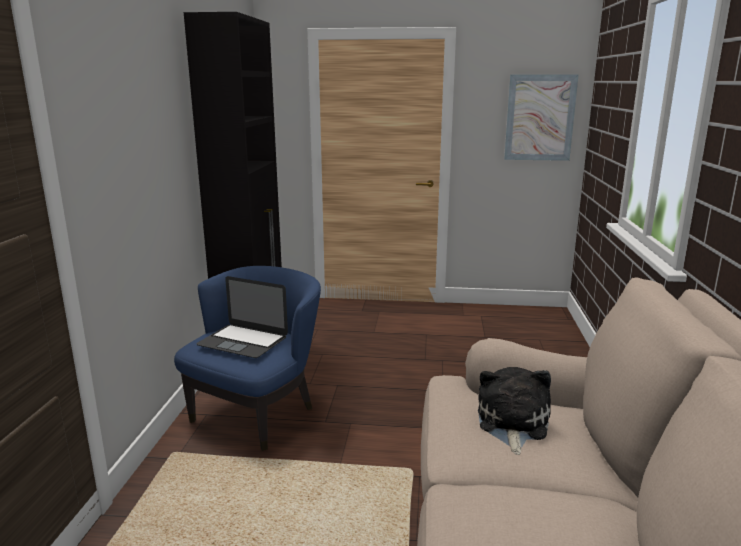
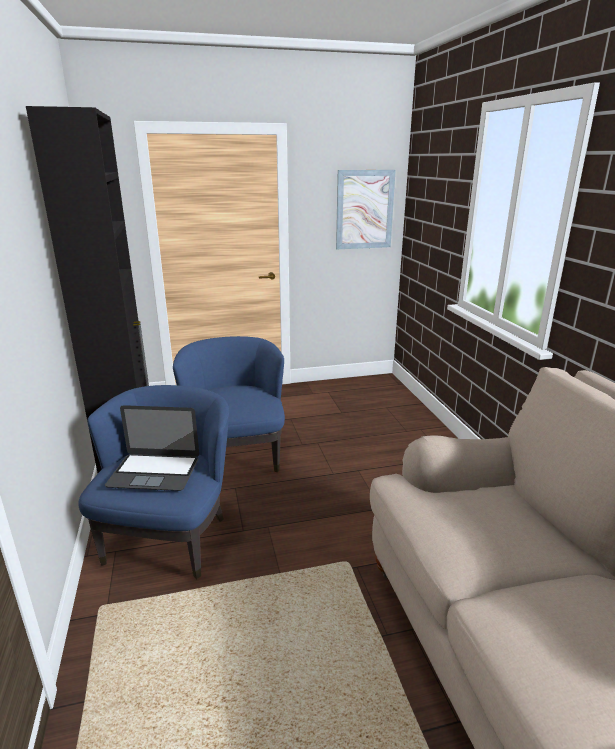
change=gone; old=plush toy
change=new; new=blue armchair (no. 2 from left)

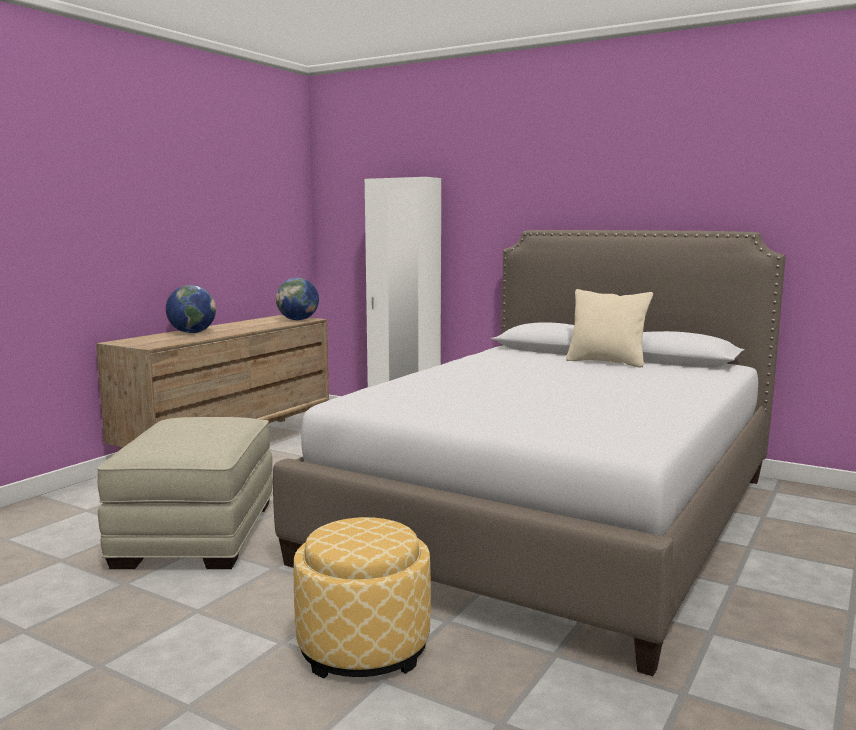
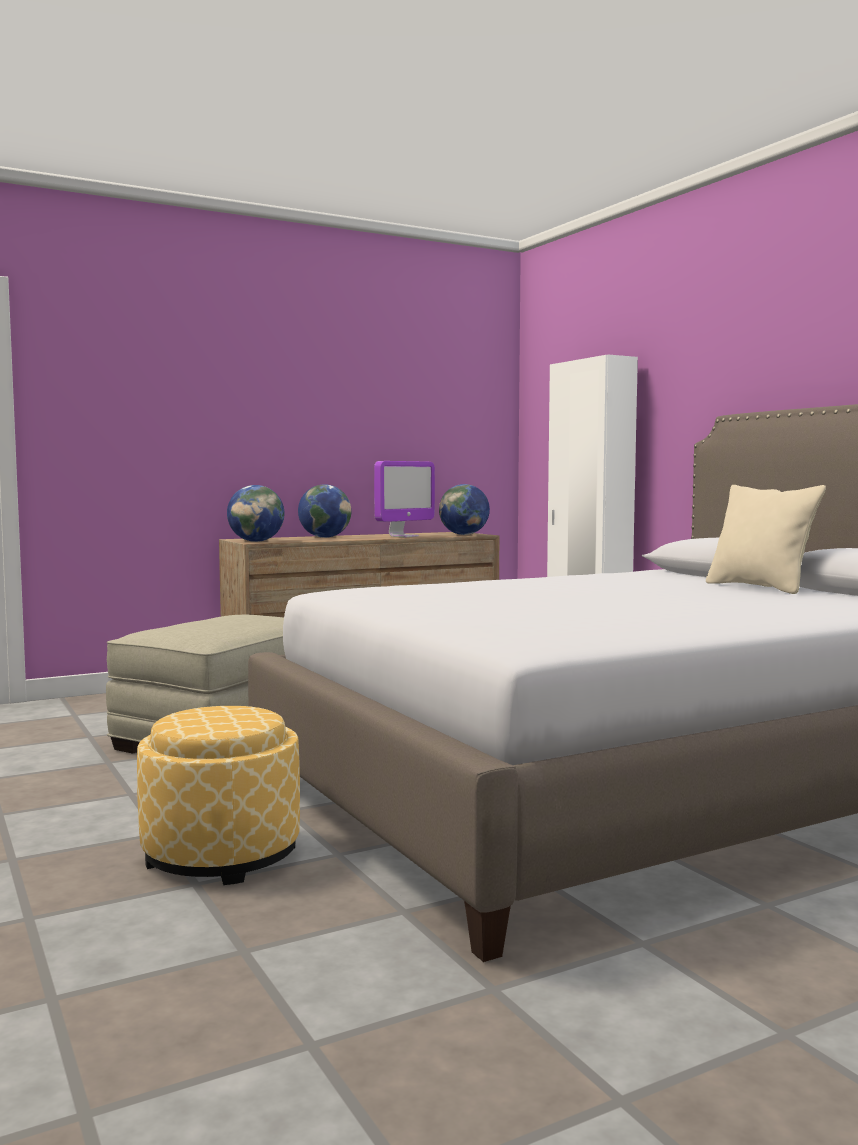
change=new; new=globe (no. 1 from left)
change=new; new=monitor

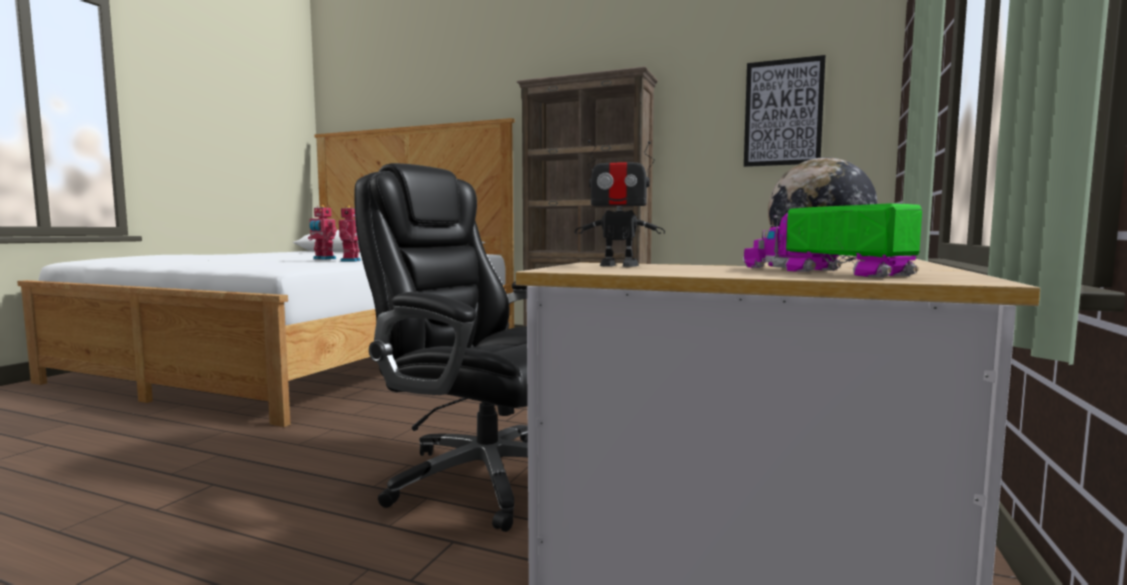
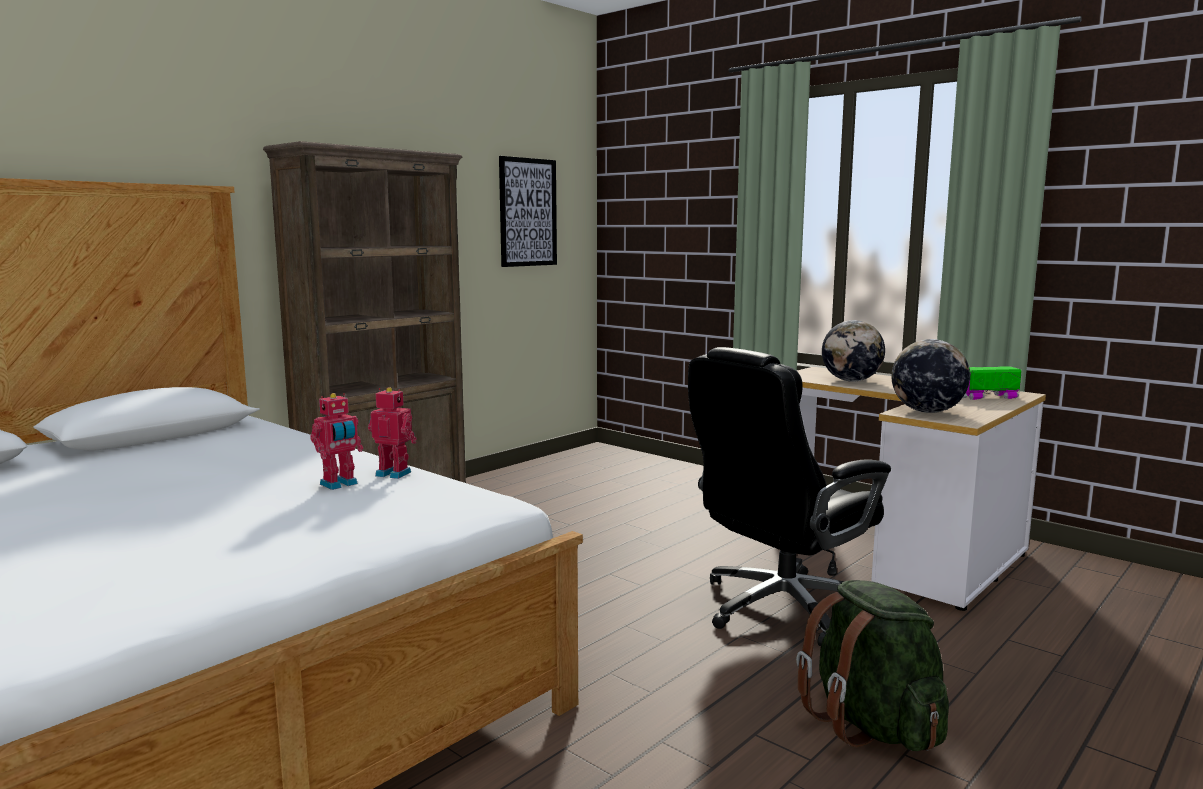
change=swapped; old=toy robot (no. 3 from left); new=globe (no. 2 from left)
change=new; new=green backpack

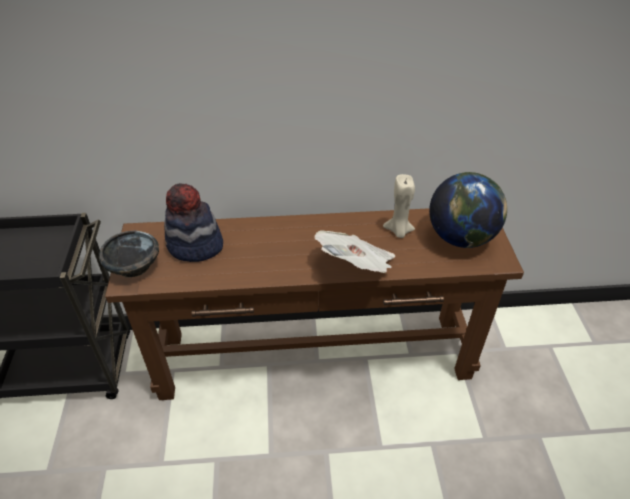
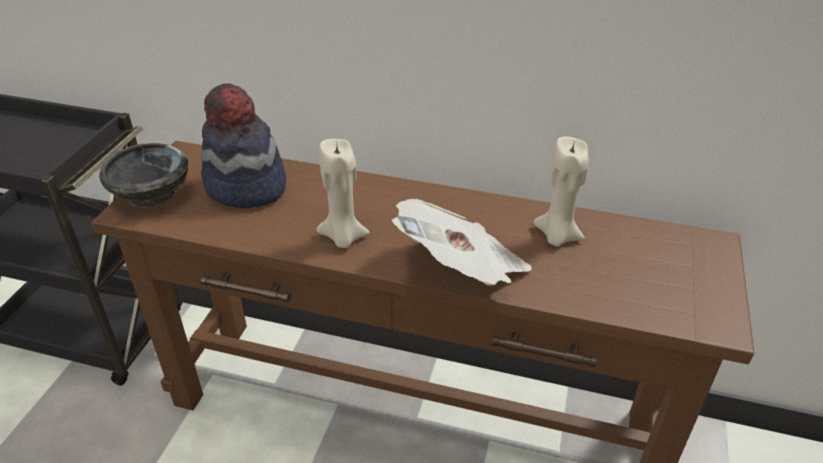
change=gone; old=globe
change=new; new=beige candle (no. 1 from left)

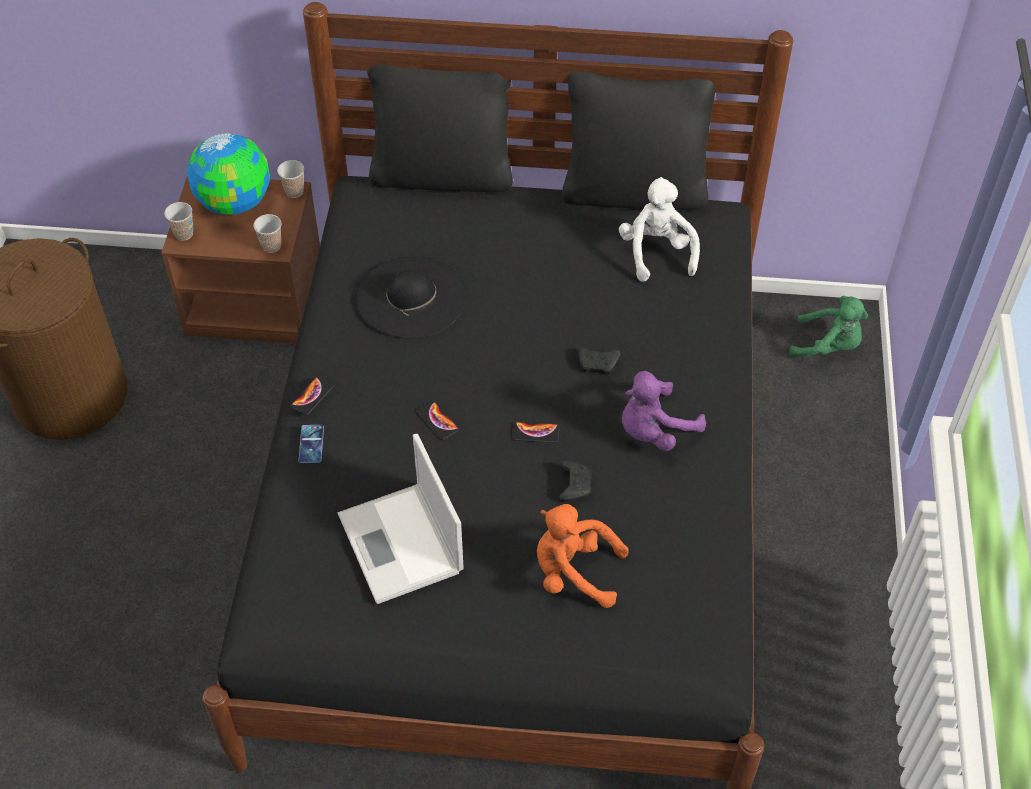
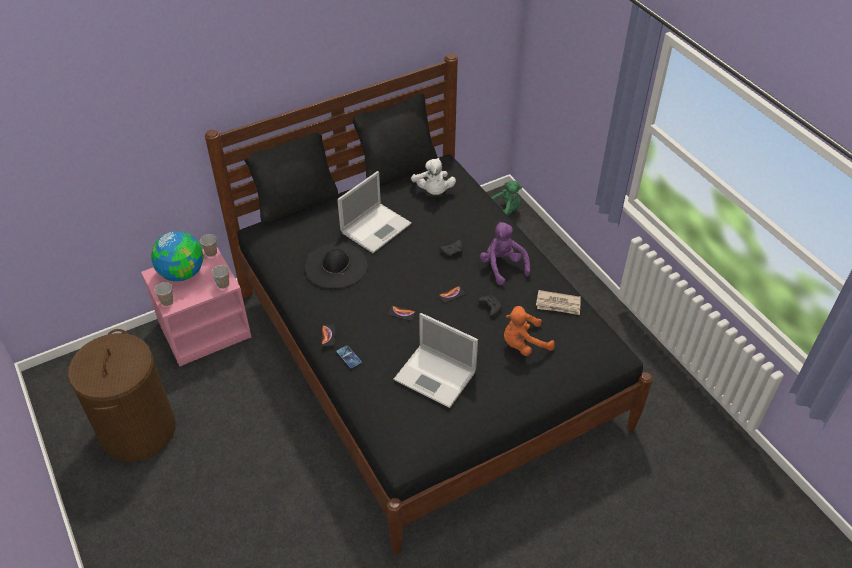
change=repainted; old=brown nightstand; new=pink nightstand
change=rotated; old=white plush toy; degrees=-150
change=rotated; old=purple plush toy; degrees=135
change=new; new=laptop (no. 1 from left)
change=new; new=newspaper

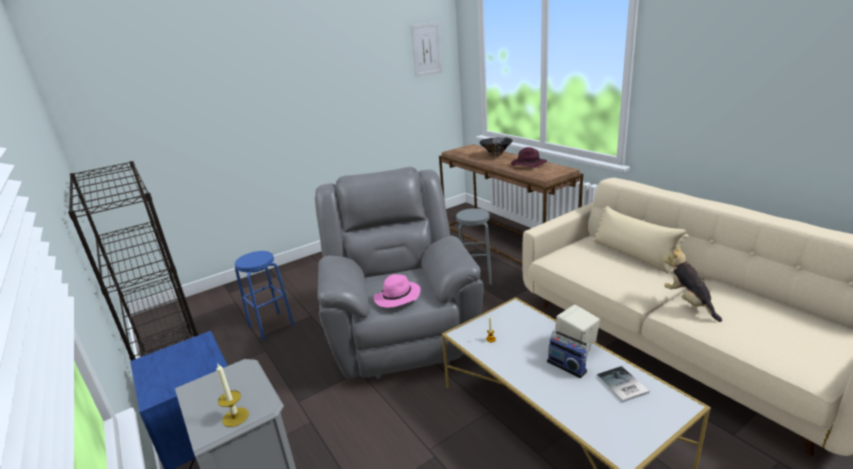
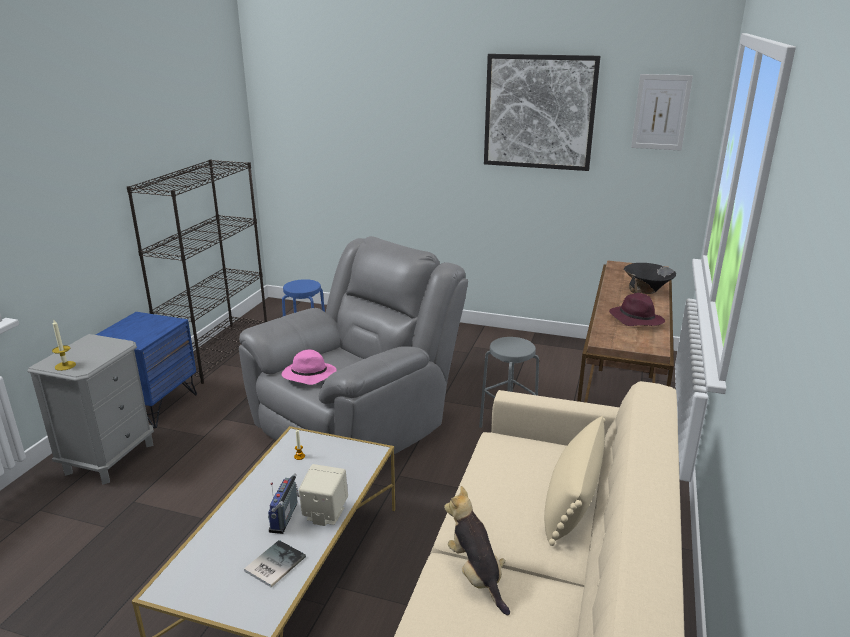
change=rotated; old=plush toy; degrees=-60
change=new; new=picture (no. 1 from left)

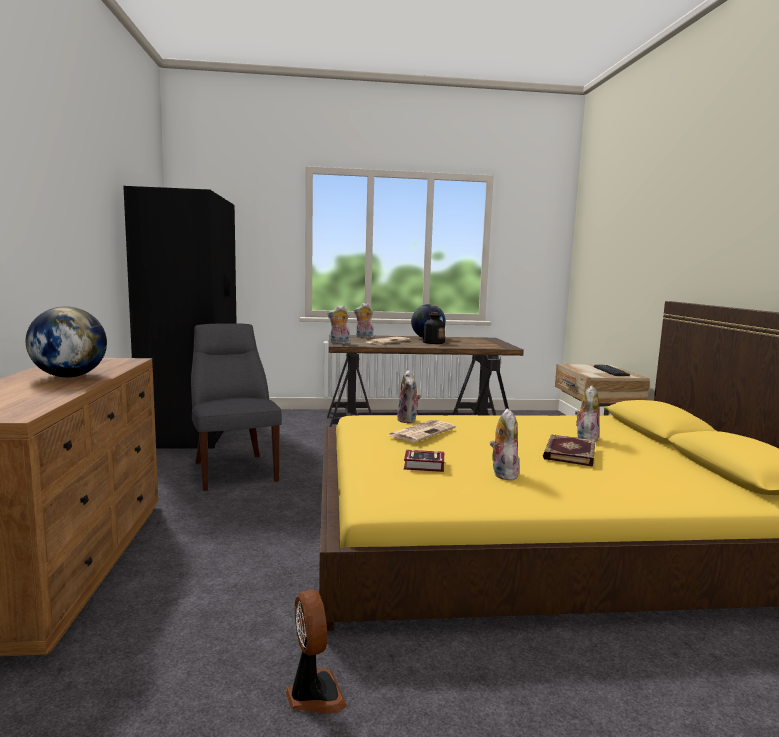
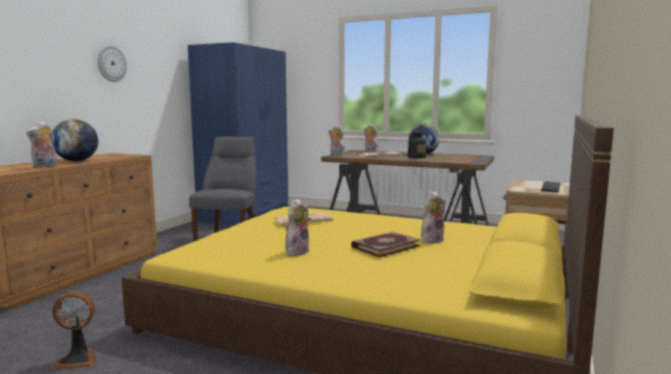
change=repainted; old=black wardrobe; new=blue wardrobe
change=rotated; old=fan; degrees=75
change=shifted; old=plush toy (no. 3 from left in the first image); new=plush toy (no. 1 from left)
change=gone; old=book (no. 1 from left)
change=new; new=wall clock

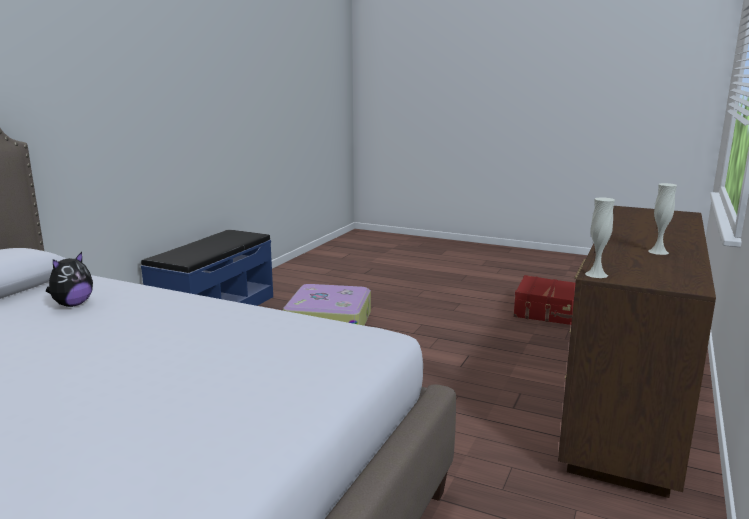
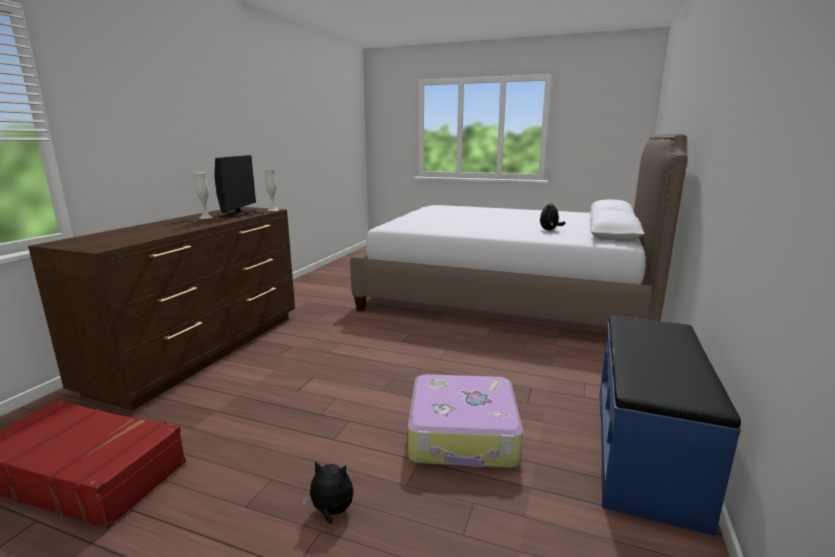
change=new; new=monitor
change=new; new=plush toy (no. 1 from left)

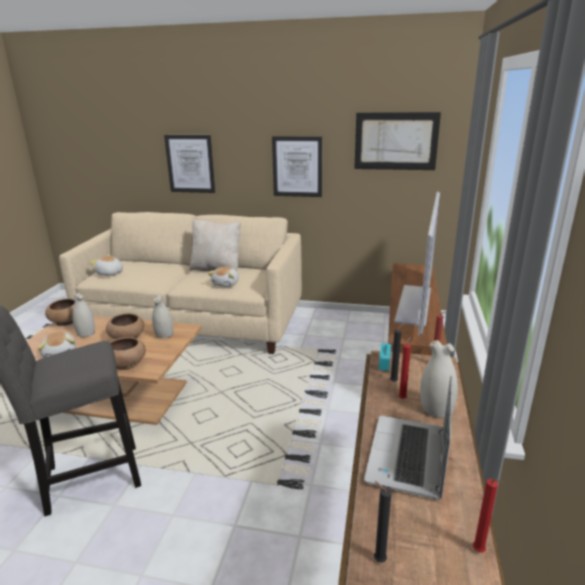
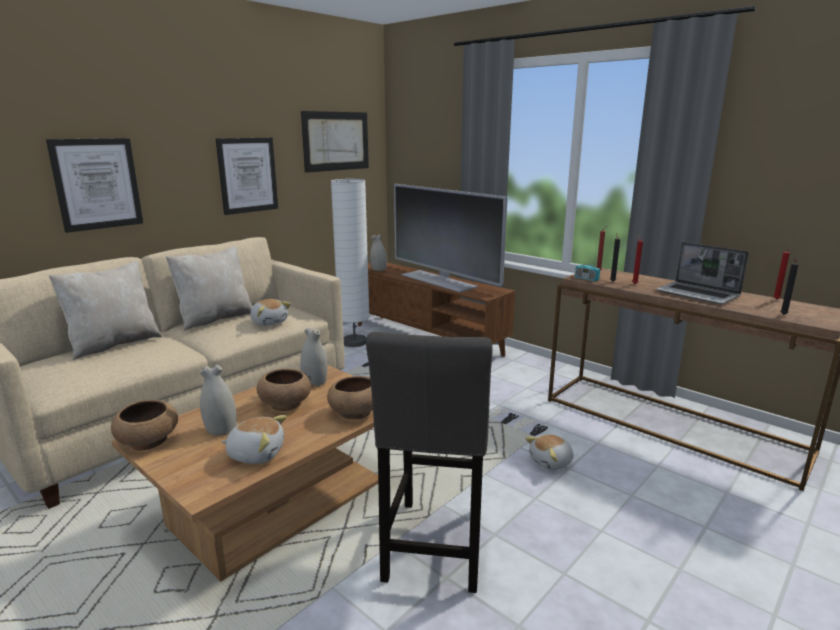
change=shifted; old=plush toy (no. 2 from left in the first image); new=plush toy (no. 3 from left)
change=shifted; old=white vase (no. 3 from left)
change=new; new=beige pillow (no. 1 from left)
change=new; new=white floor lamp

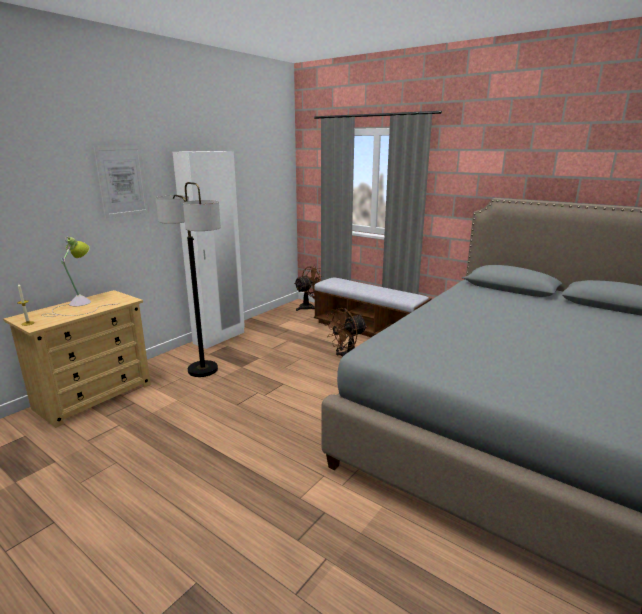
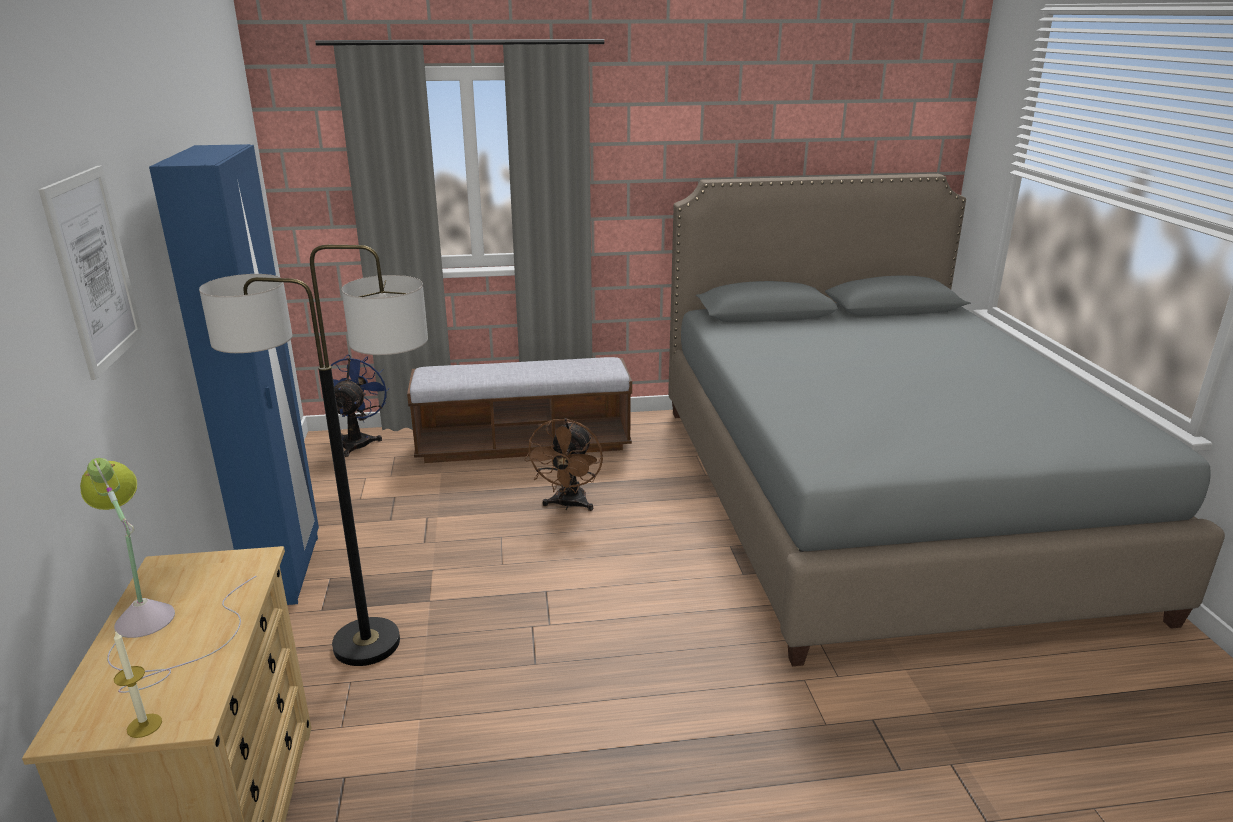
change=repainted; old=white wardrobe; new=blue wardrobe
change=repainted; old=brown fan (no. 1 from left); new=blue fan

